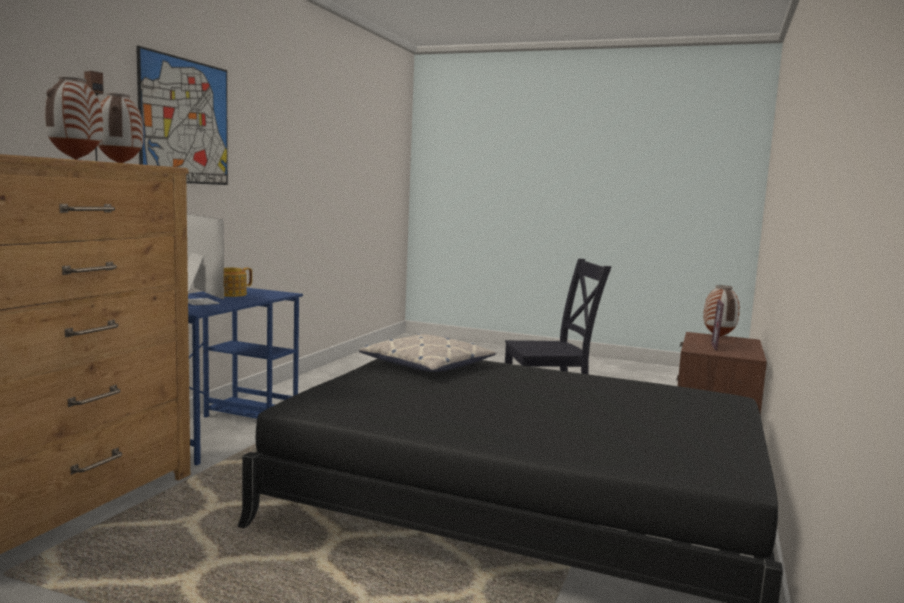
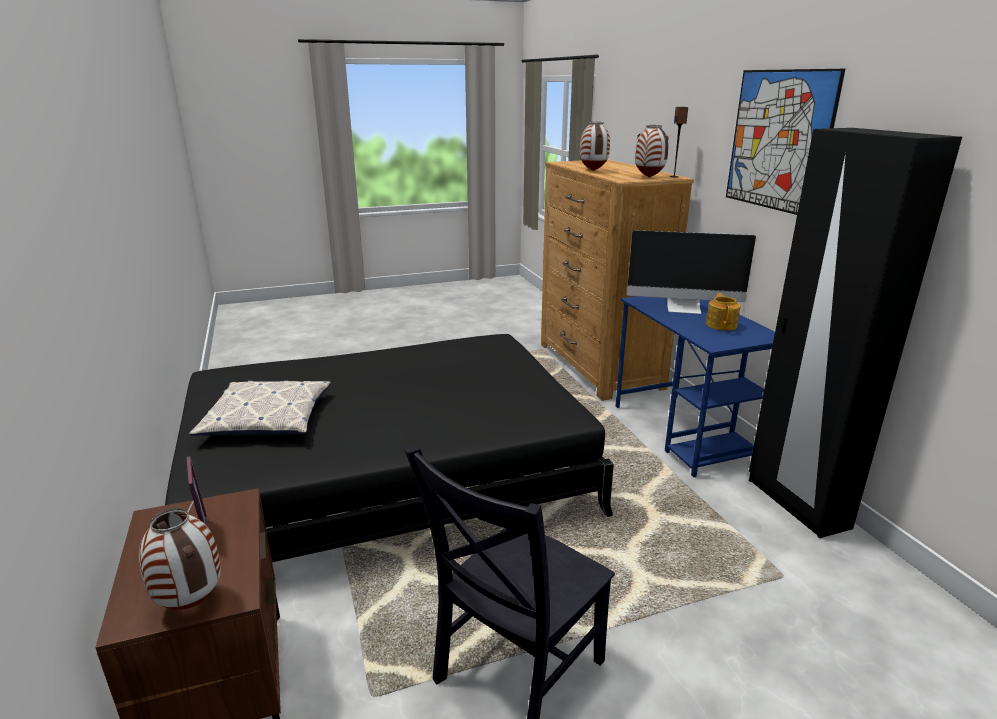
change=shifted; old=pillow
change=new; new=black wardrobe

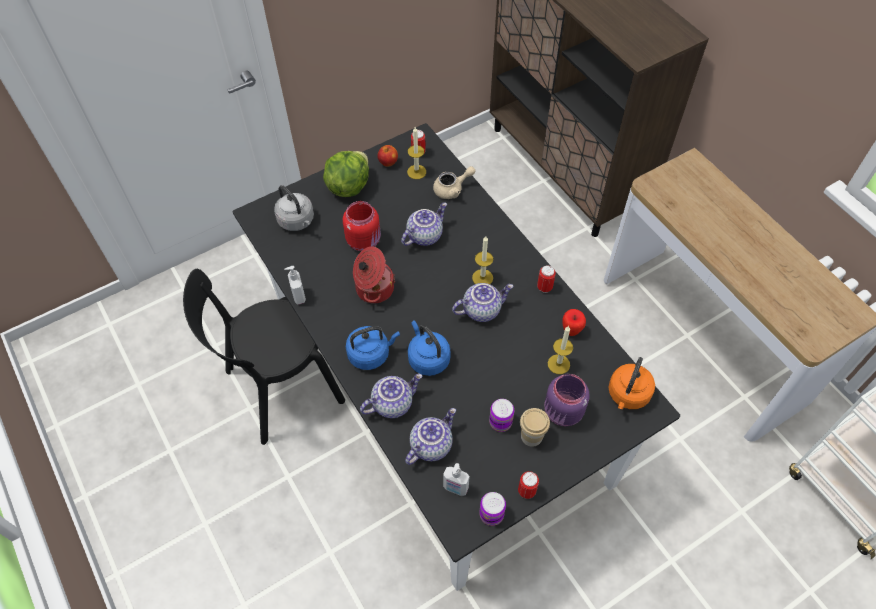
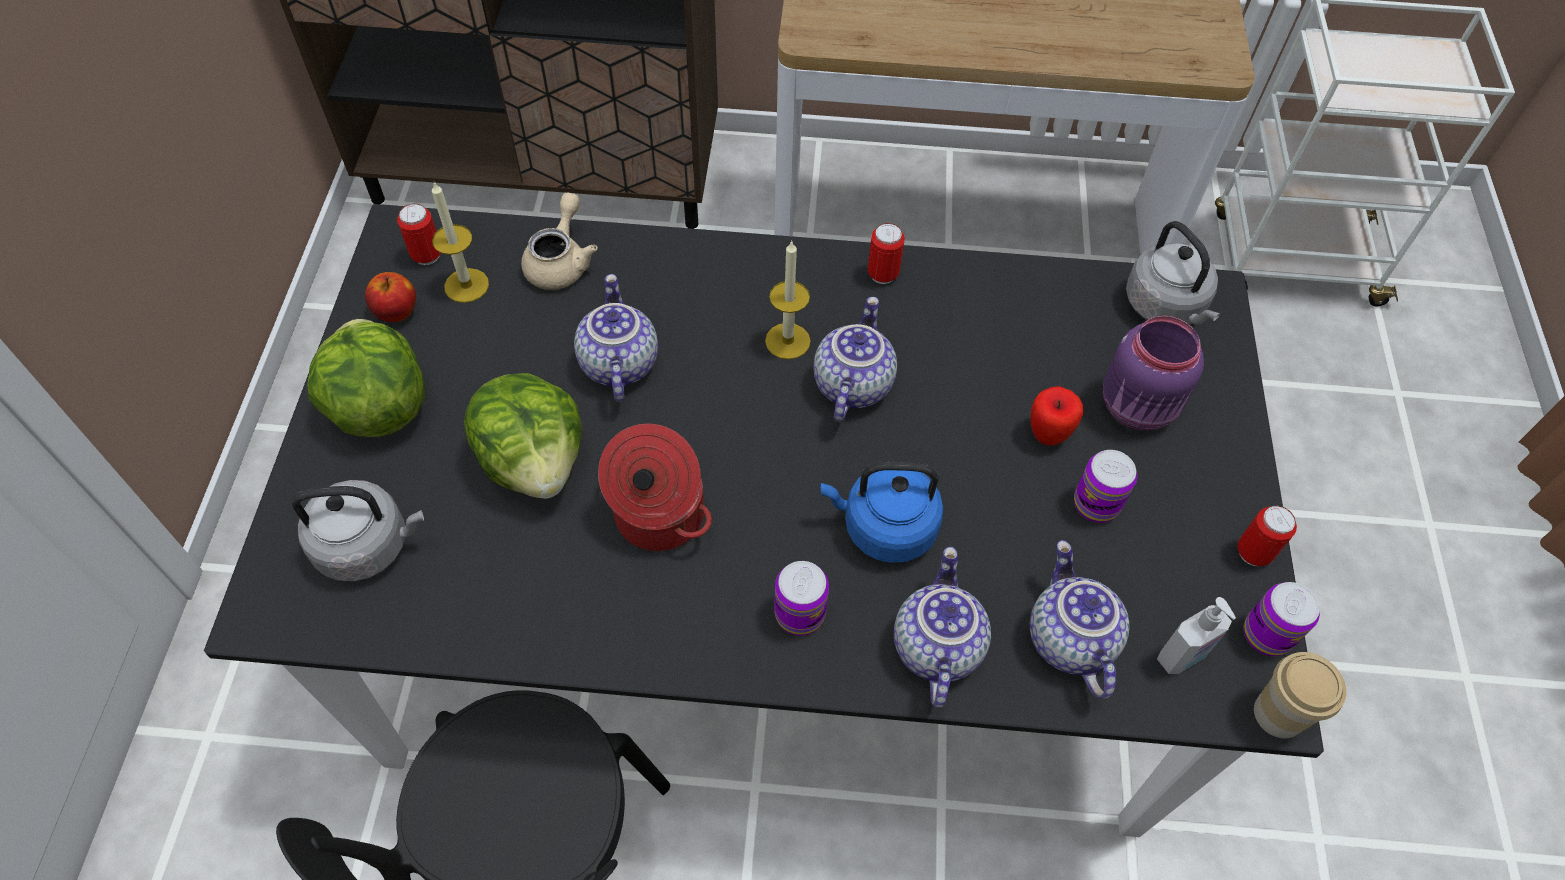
change=gone; old=soap dispenser (no. 1 from left)
change=swapped; old=red jar; new=lettuce (no. 2 from left)
change=swapped; old=blue kettle (no. 1 from left); new=can (no. 2 from left)
change=shifted; old=cup
change=gone; old=candle (no. 3 from left)
change=shifted; old=apple (no. 2 from left)
change=repainted; old=orange kettle; new=grey kettle (no. 2 from left)

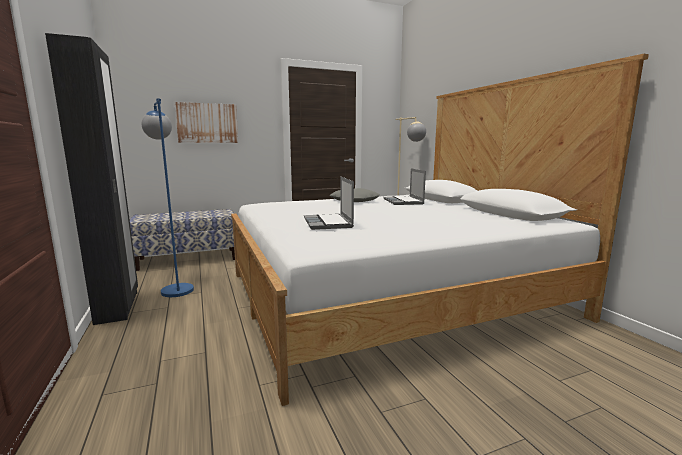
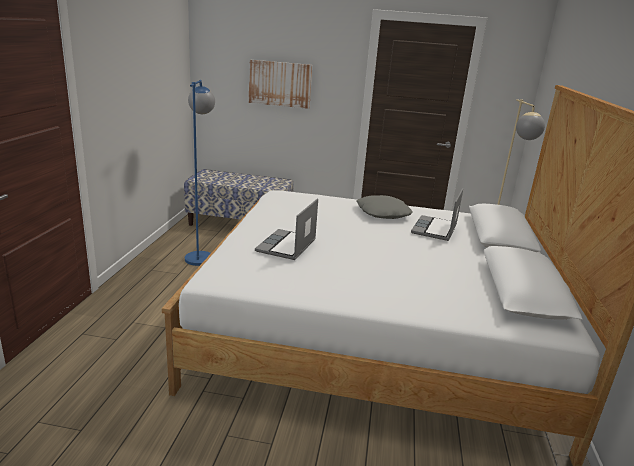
change=gone; old=black wardrobe

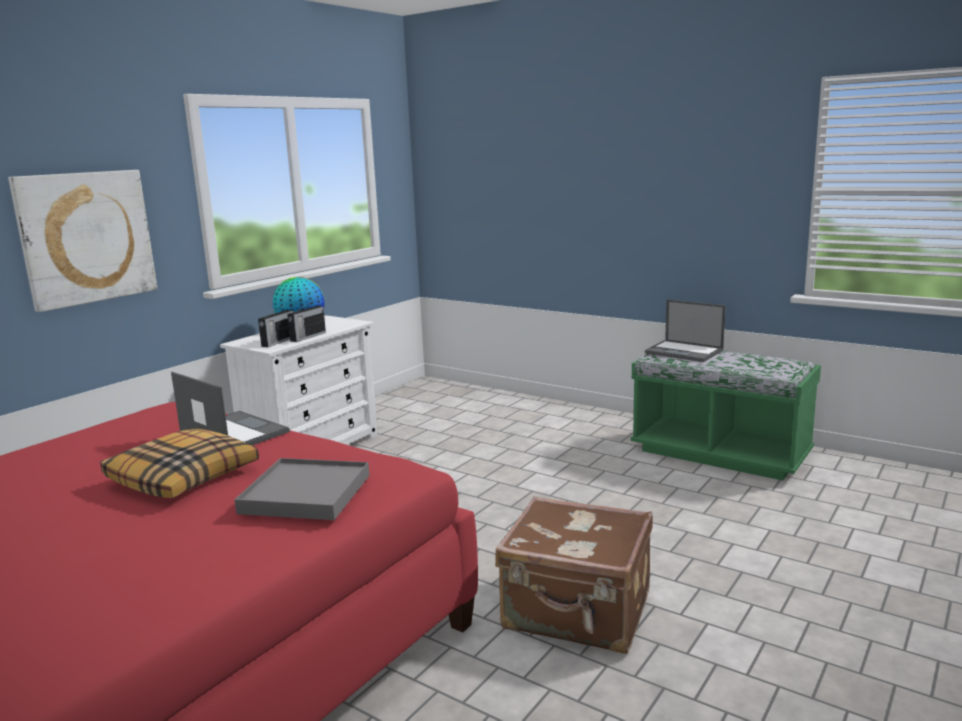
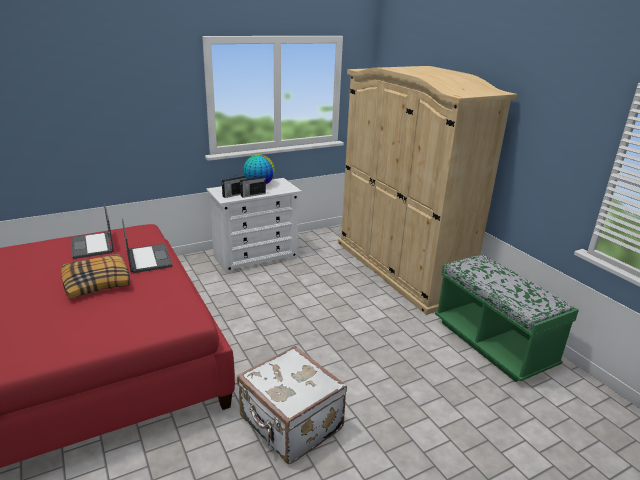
change=gone; old=picture
change=gone; old=grey tray
change=repainted; old=brown suitcase; new=white suitcase
change=shifted; old=laptop (no. 2 from left in the first image); new=laptop (no. 1 from left)
change=new; new=beige wardrobe

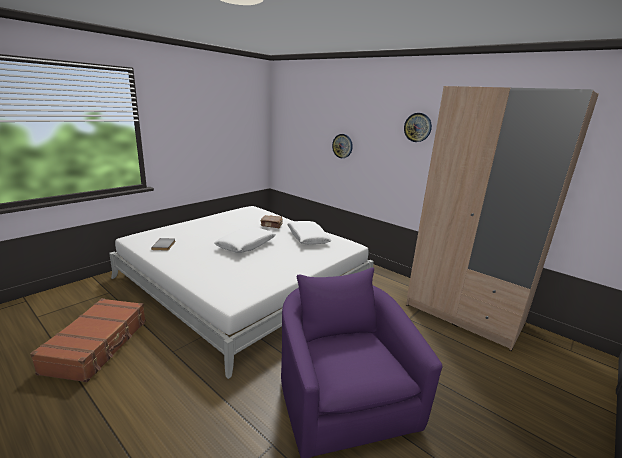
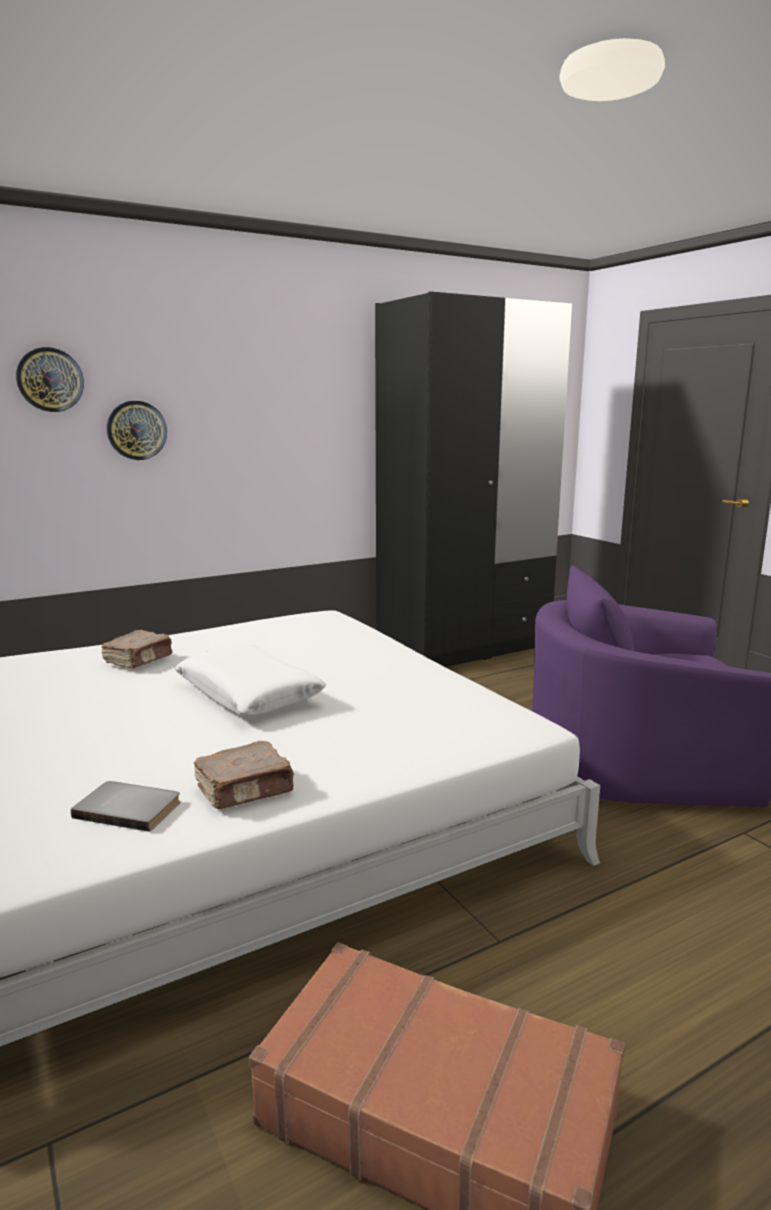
change=gone; old=white pillow (no. 2 from left)
change=shifted; old=wall clock (no. 2 from left in the first image); new=wall clock (no. 1 from left)
change=repainted; old=beige wardrobe; new=black wardrobe
change=new; new=brown book (no. 2 from left)

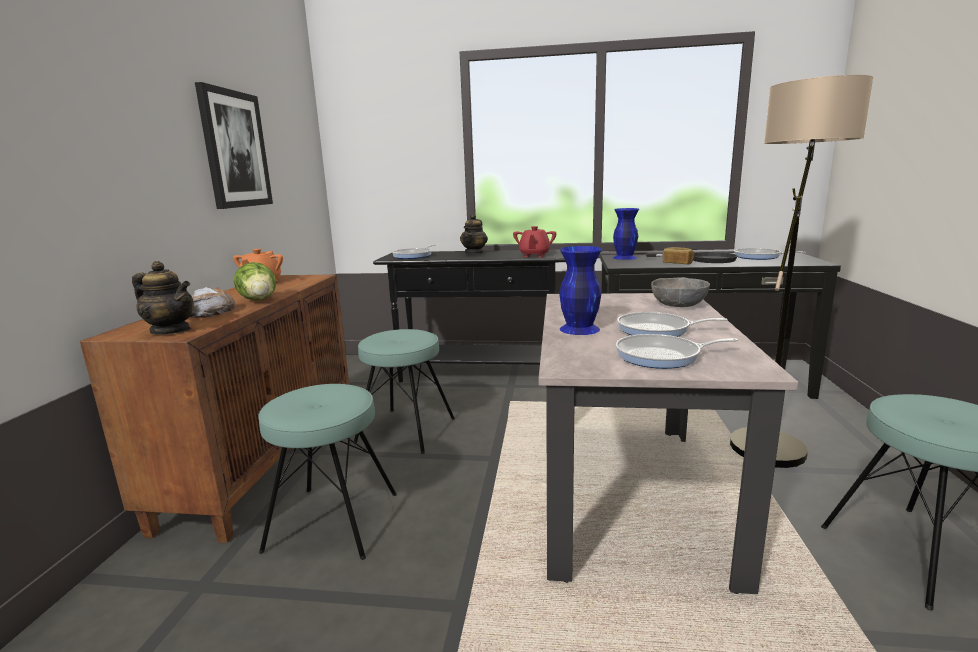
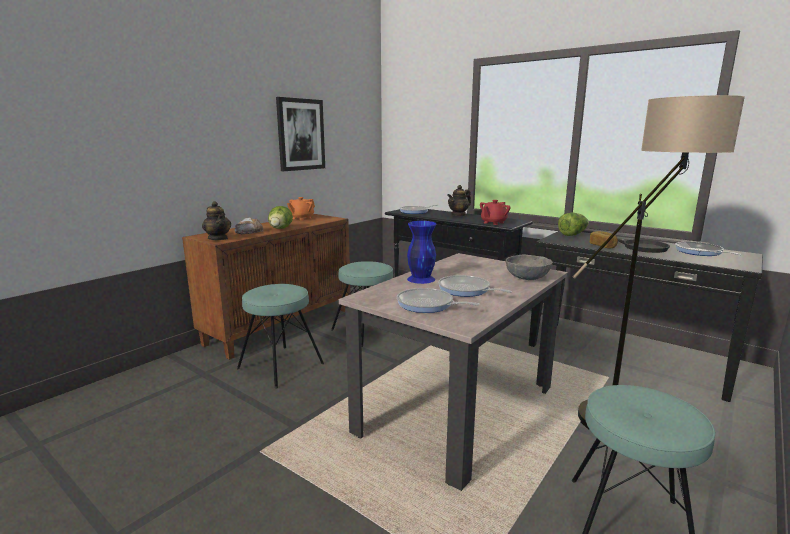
change=swapped; old=blue vase (no. 2 from left); new=lettuce (no. 2 from left)

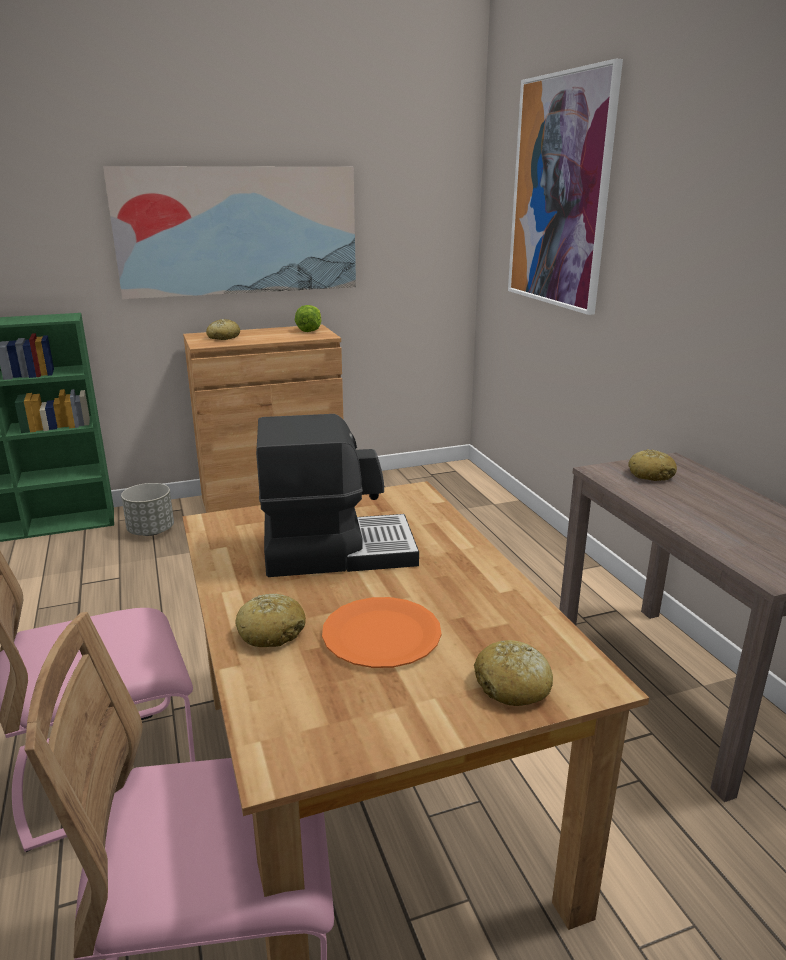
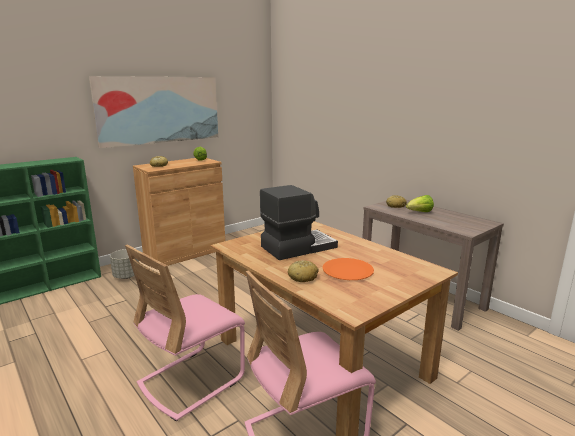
change=gone; old=bread (no. 3 from left)
change=gone; old=picture (no. 2 from left)
change=new; new=lettuce (no. 2 from left)

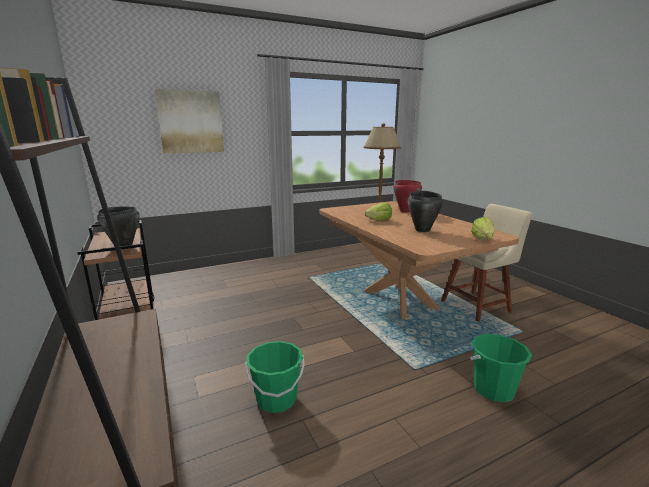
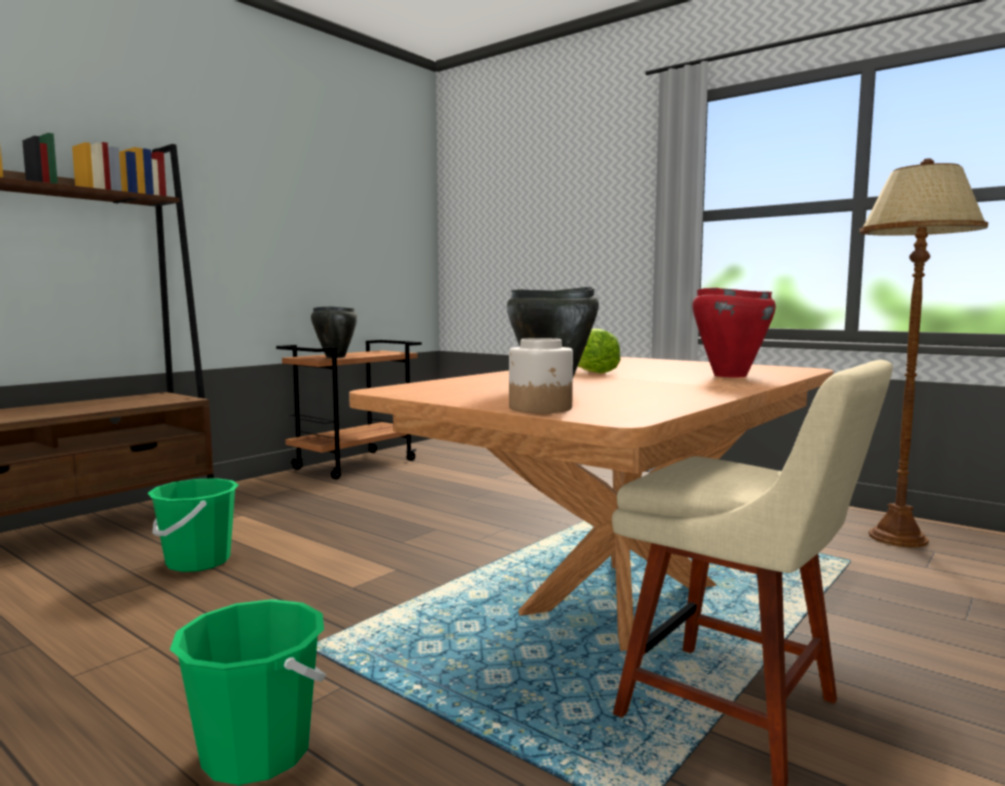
change=gone; old=picture
change=swapped; old=lettuce (no. 2 from left); new=jar

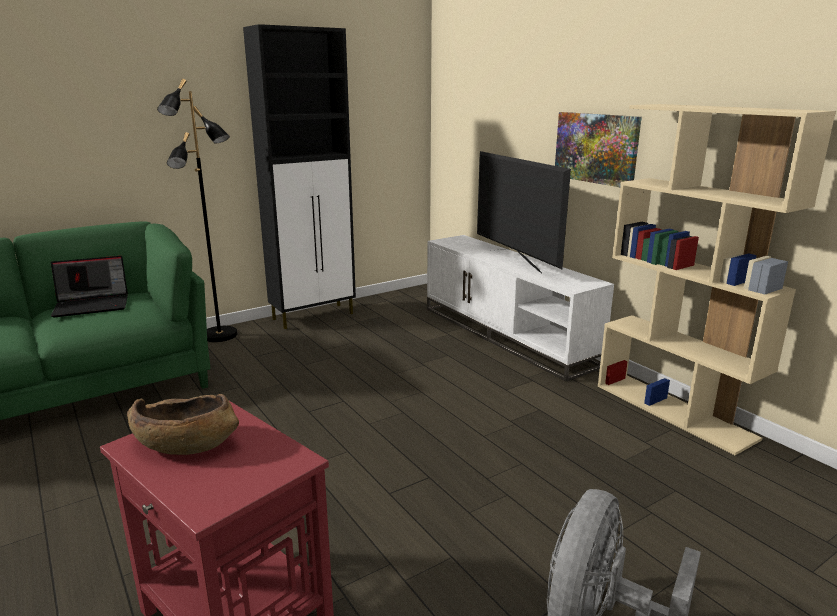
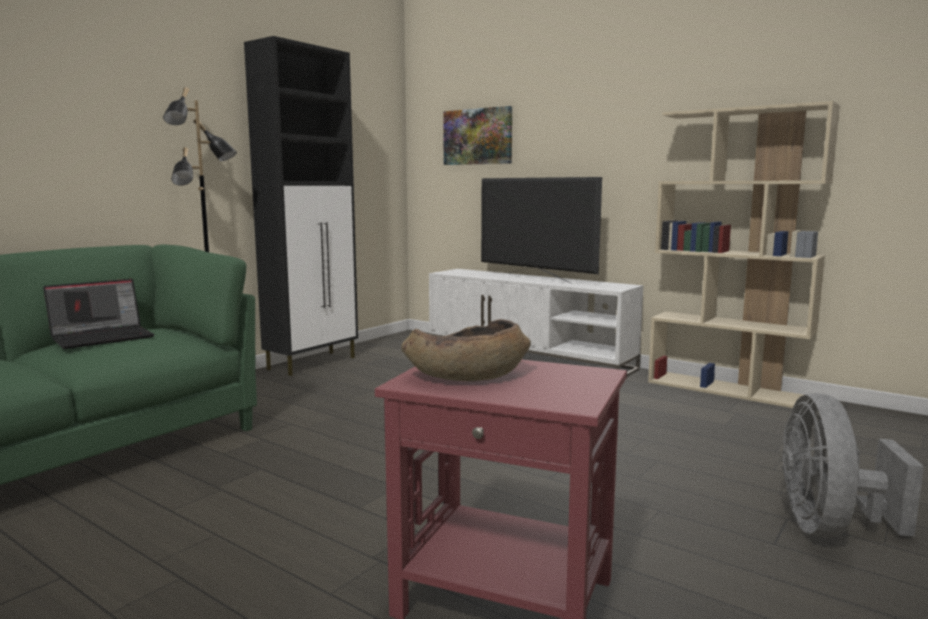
change=shifted; old=picture

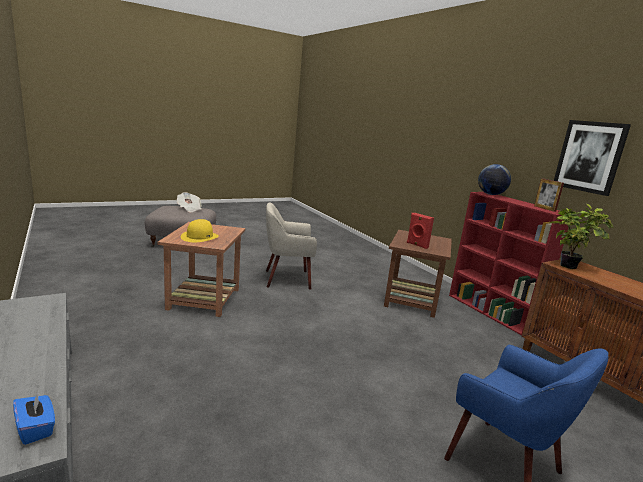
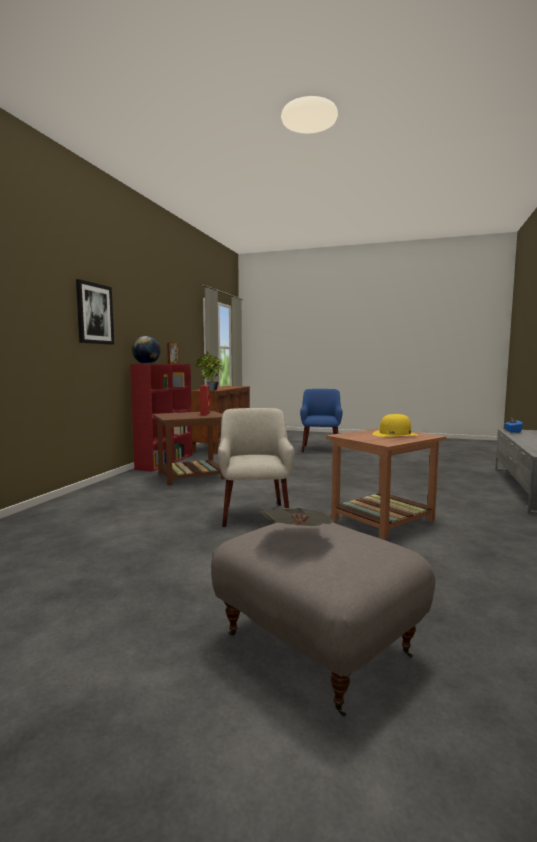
change=rotated; old=beige armchair; degrees=-135
change=shifted; old=picture

